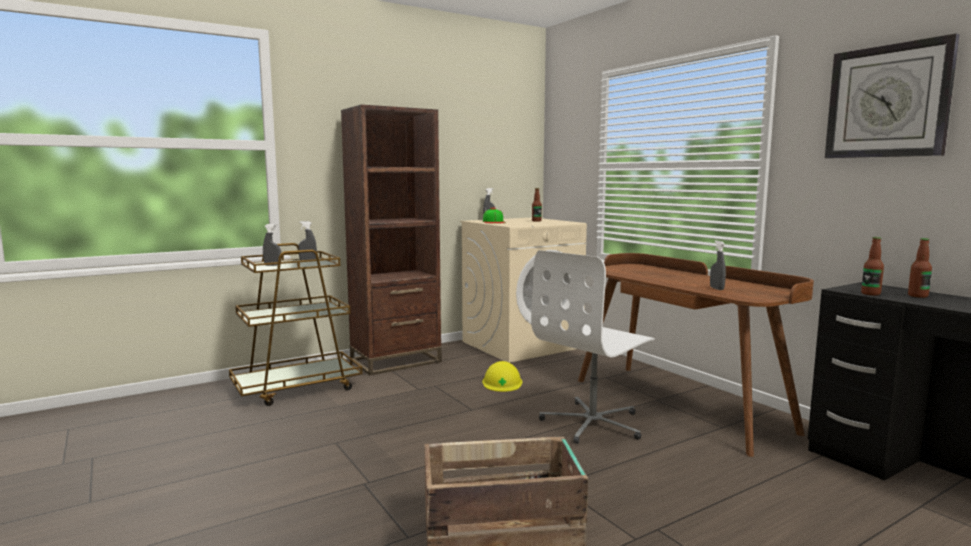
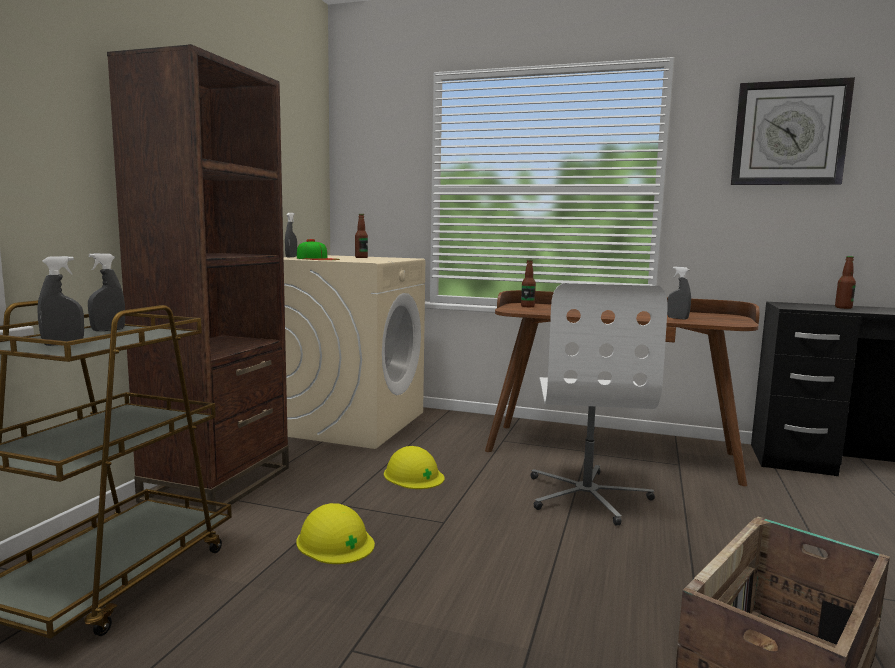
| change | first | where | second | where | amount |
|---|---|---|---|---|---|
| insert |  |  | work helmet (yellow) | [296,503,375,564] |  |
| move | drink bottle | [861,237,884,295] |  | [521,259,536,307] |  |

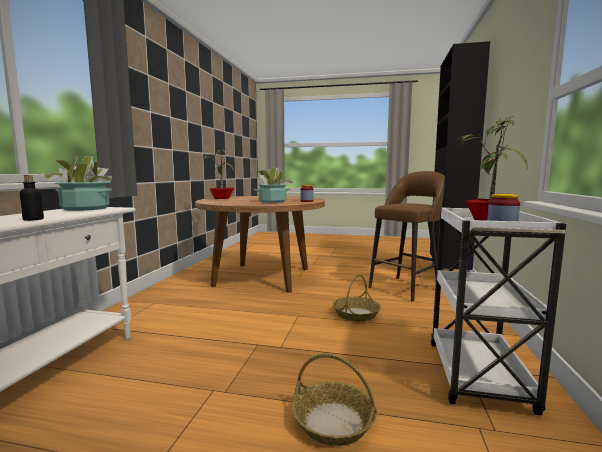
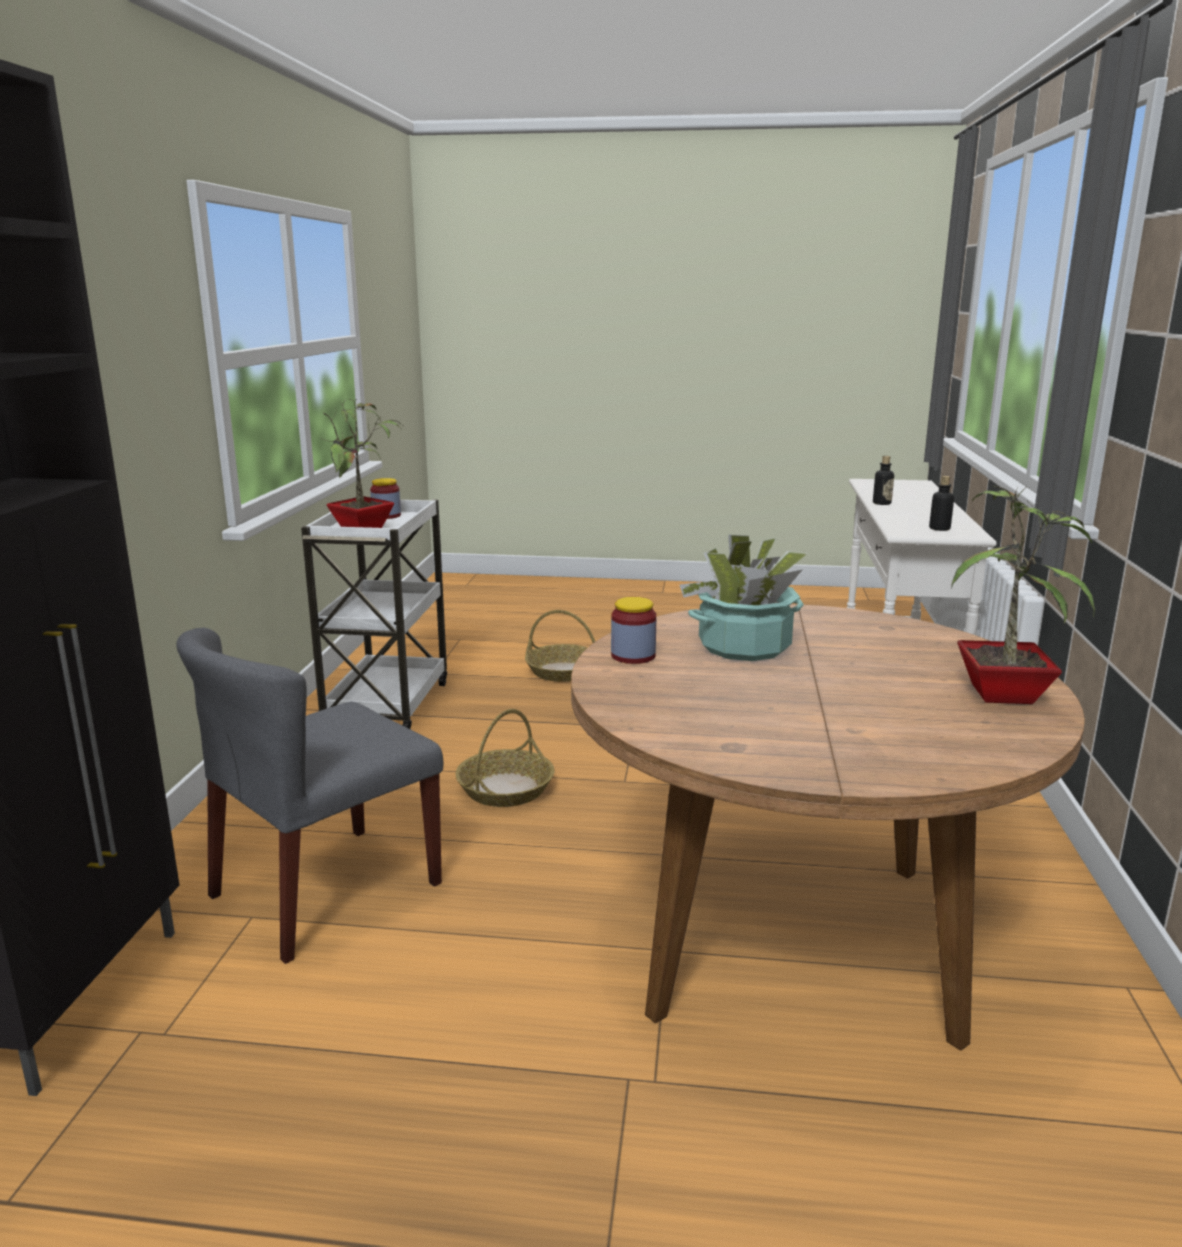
| change | first | where | second | where | amount |
|---|---|---|---|---|---|
| replace | houseplant | [39,156,112,211] | drink bottle | [929,476,954,531] |  |
| replace | stool seat (brown) | [368,171,445,302] | upright chair (gray) | [176,627,443,964] |  |

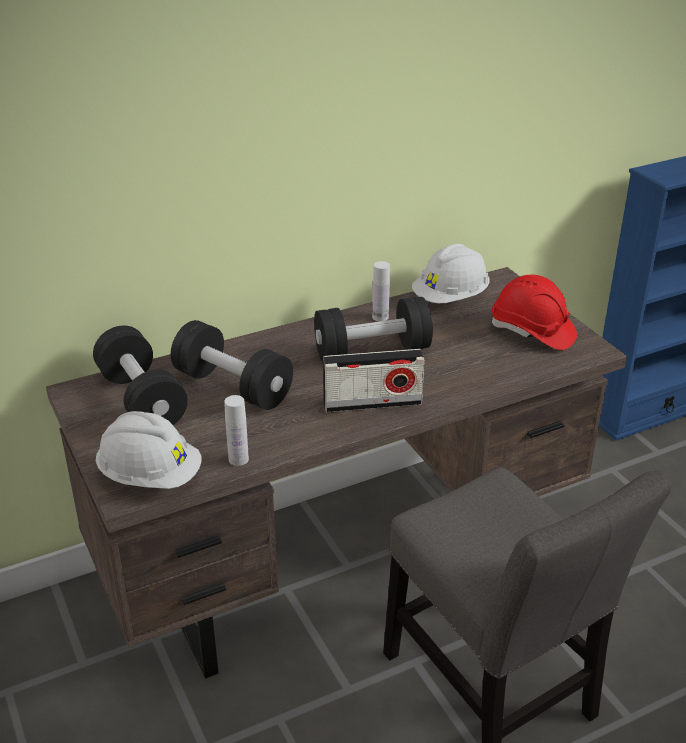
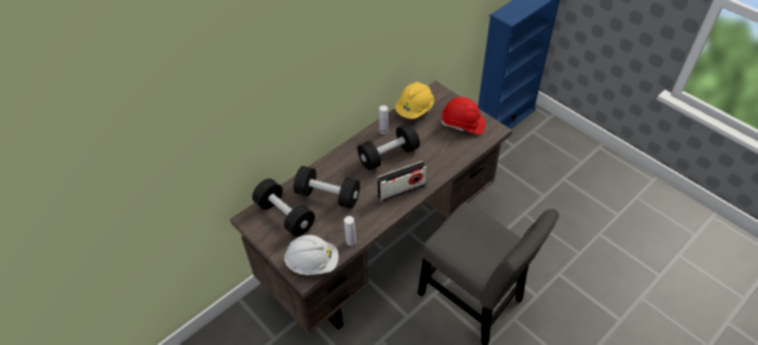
| change | first | where | second | where | amount |
|---|---|---|---|---|---|
| recolor | work helmet (whitish) | [412,244,490,303] | work helmet (yellow) | [395,82,434,119] |  |

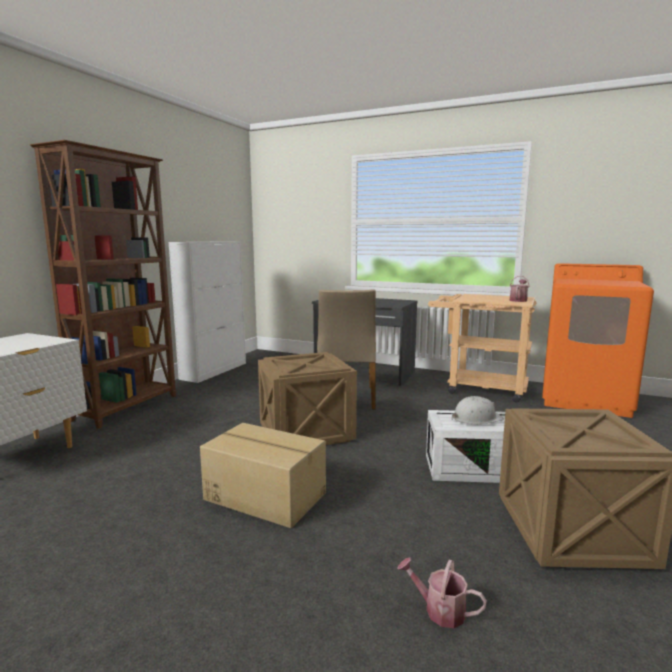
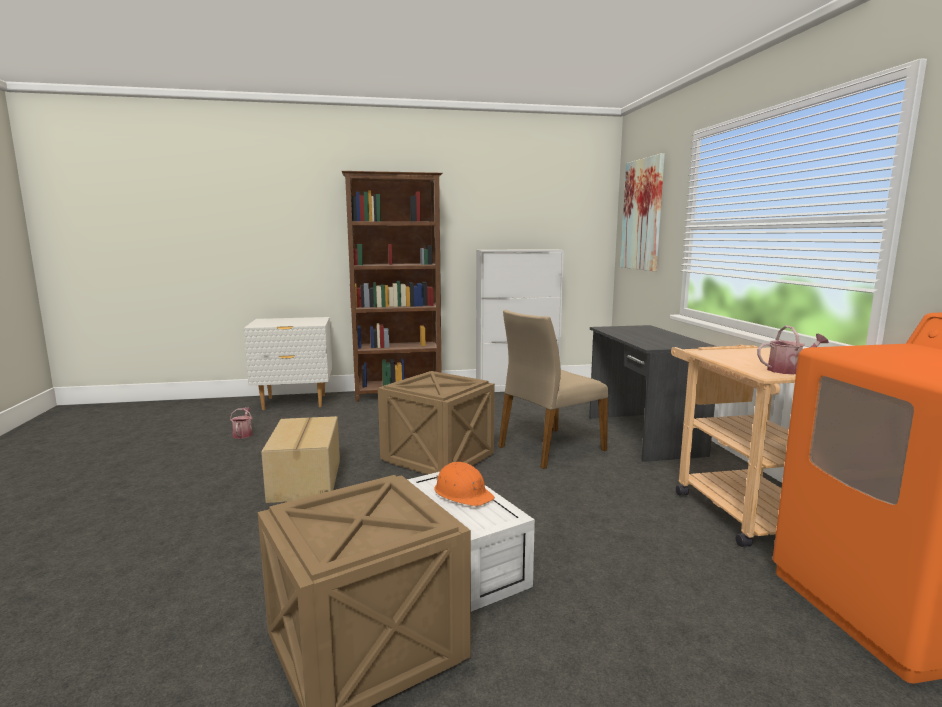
| change | first | where | second | where | amount |
|---|---|---|---|---|---|
| insert |  |  | wall picture | [620,153,665,271] |  |
| move | sprinkling can | [398,558,487,628] |  | [230,407,253,439] |  |
| recolor | work helmet (whitish) | [452,396,504,424] | work helmet (orangey) | [434,462,495,506] |  |

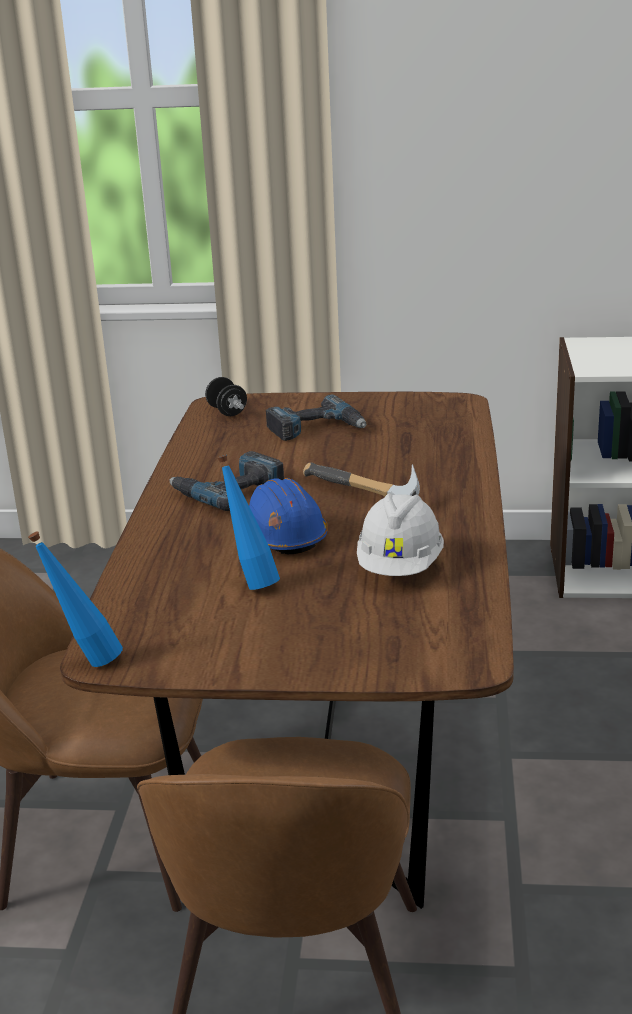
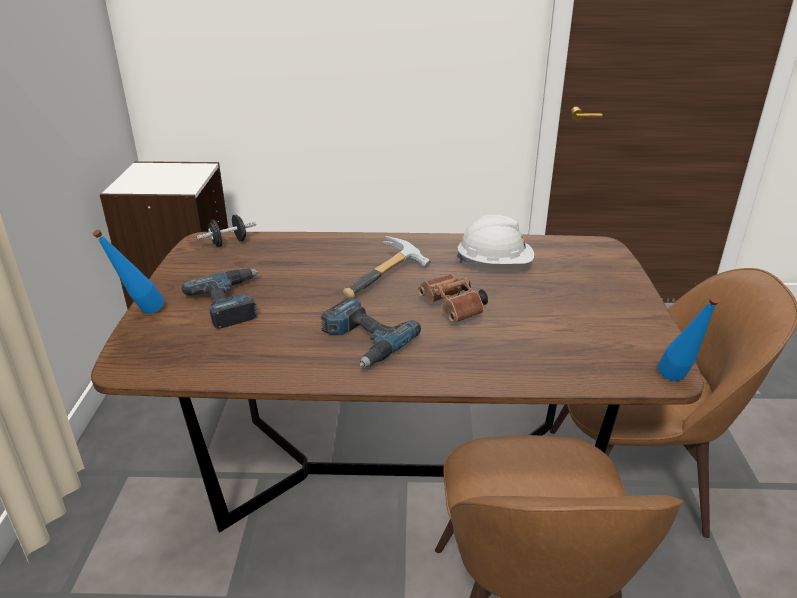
| change | first | where | second | where | amount |
|---|---|---|---|---|---|
| move | hand weight (black-coloured) | [205,377,247,416] |  | [197,214,256,247] |  |
| move | drink bottle (blue-coloured) | [218,455,280,590] |  | [93,230,165,314] |  |
| replace | work helmet (blue-coloured) | [249,478,328,554] | binoculars (brown) | [418,274,488,323] |  |

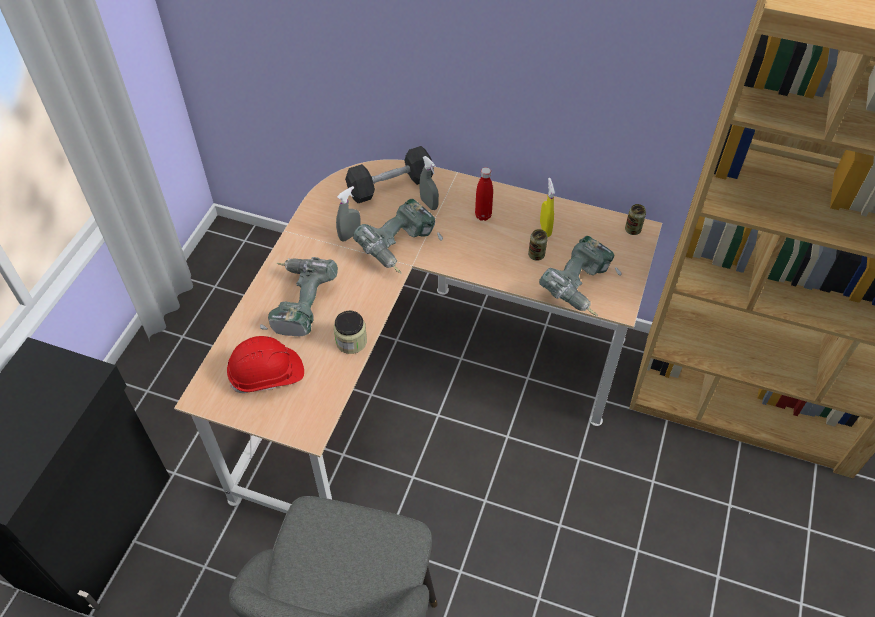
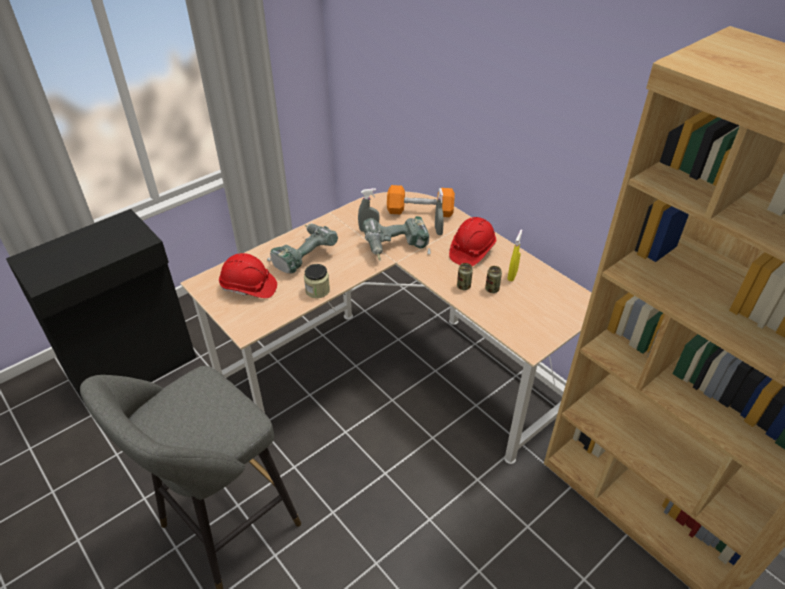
| change | first | where | second | where | amount |
|---|---|---|---|---|---|
| delete | power drill | [539,236,621,316] |  |  |  |
| move | can | [625,204,646,235] |  | [457,263,473,290] |  |
| replace | drink bottle (reddish) | [475,167,493,221] | work helmet (reddish) | [449,217,496,266] |  |
| recolor | hand weight (black-coloured) | [345,146,434,203] | hand weight (orangey) | [387,185,455,217] |  |

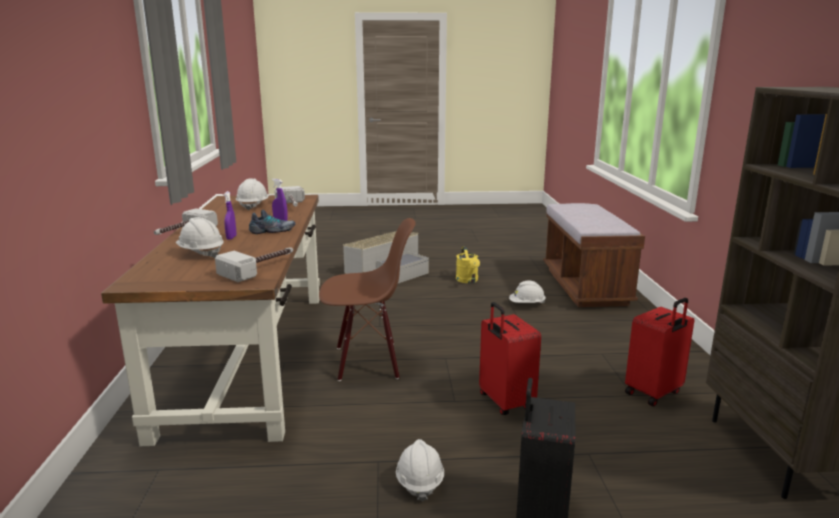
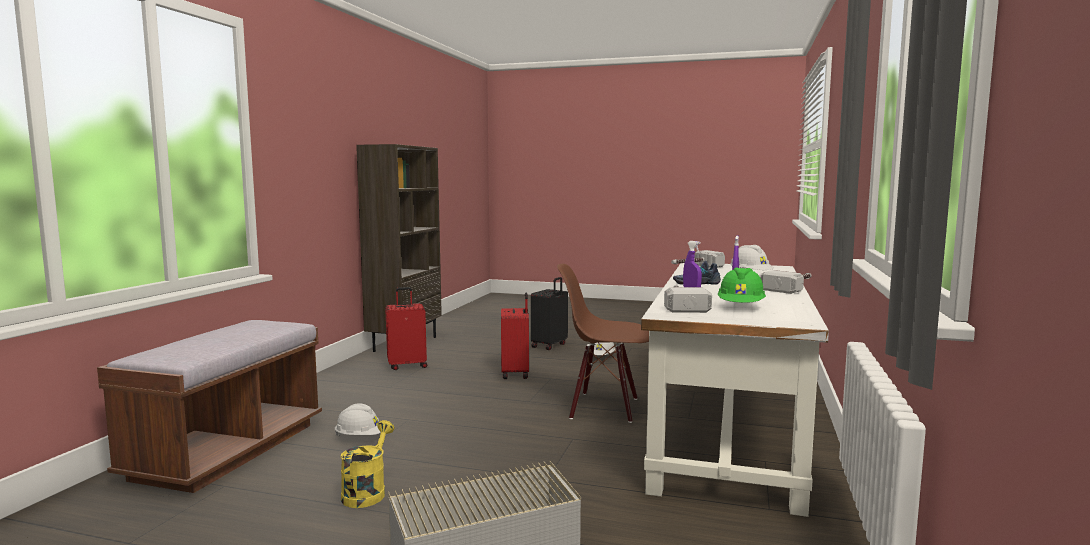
| change | first | where | second | where | amount |
|---|---|---|---|---|---|
| recolor | desk unit (brown) | [101,195,320,446] | desk unit (whitish) | [641,263,829,517] |  |
| recolor | work helmet (whitish) | [236,178,269,210] | work helmet (green) | [718,267,766,303] |  |

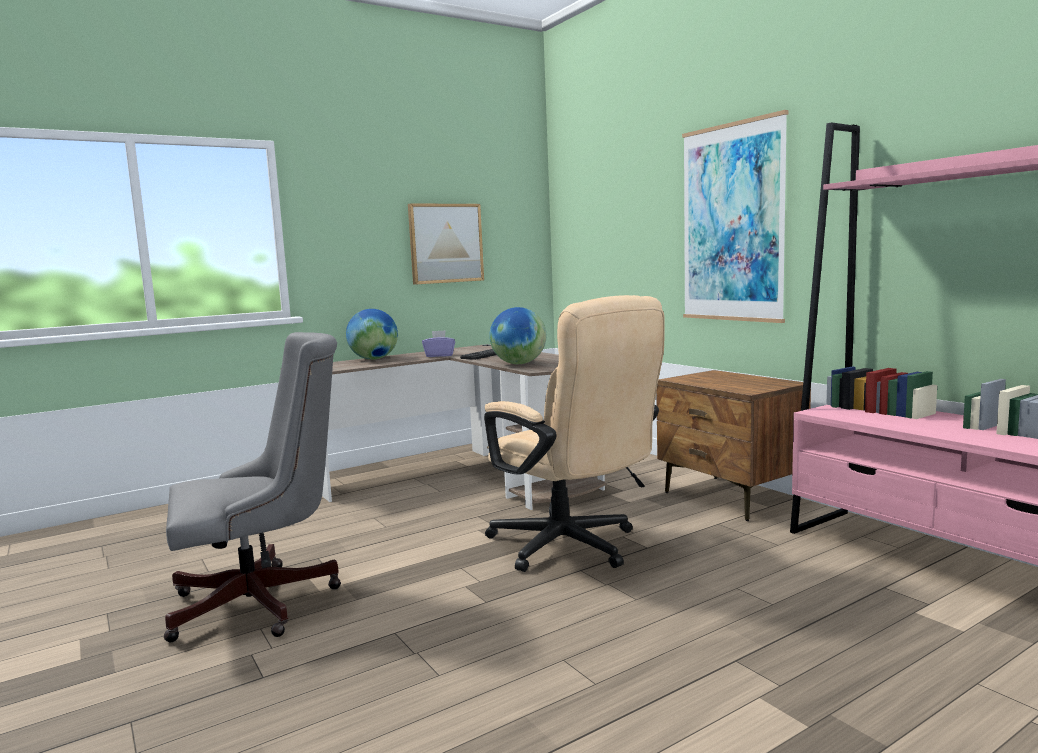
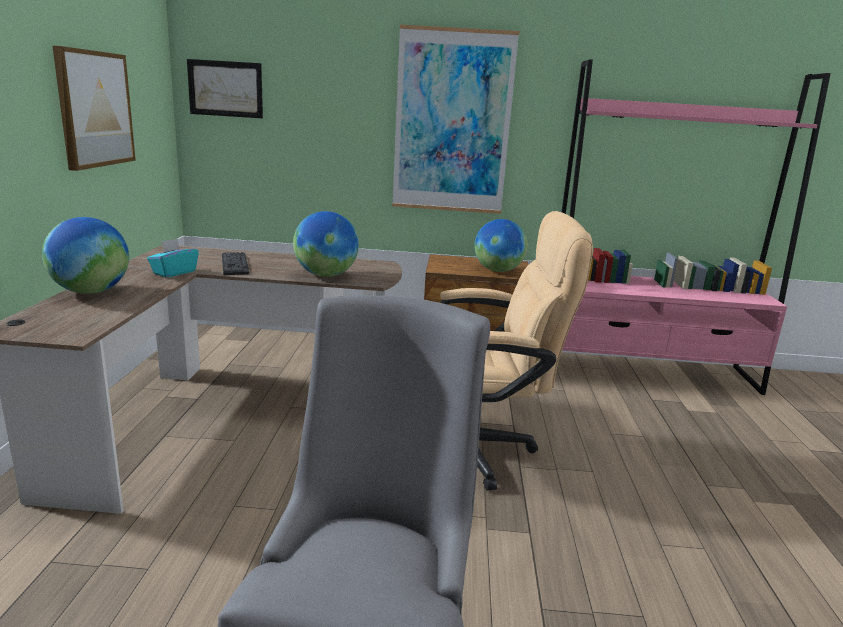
| change | first | where | second | where | amount |
|---|---|---|---|---|---|
| insert |  |  | wall picture | [187,59,263,118] |  |
| insert |  |  | desk globe | [474,219,528,272] |  |
| recolor | tissue holder (purple) | [422,330,455,357] | tissue holder (turquoise-coloured) | [147,238,199,277] |  |

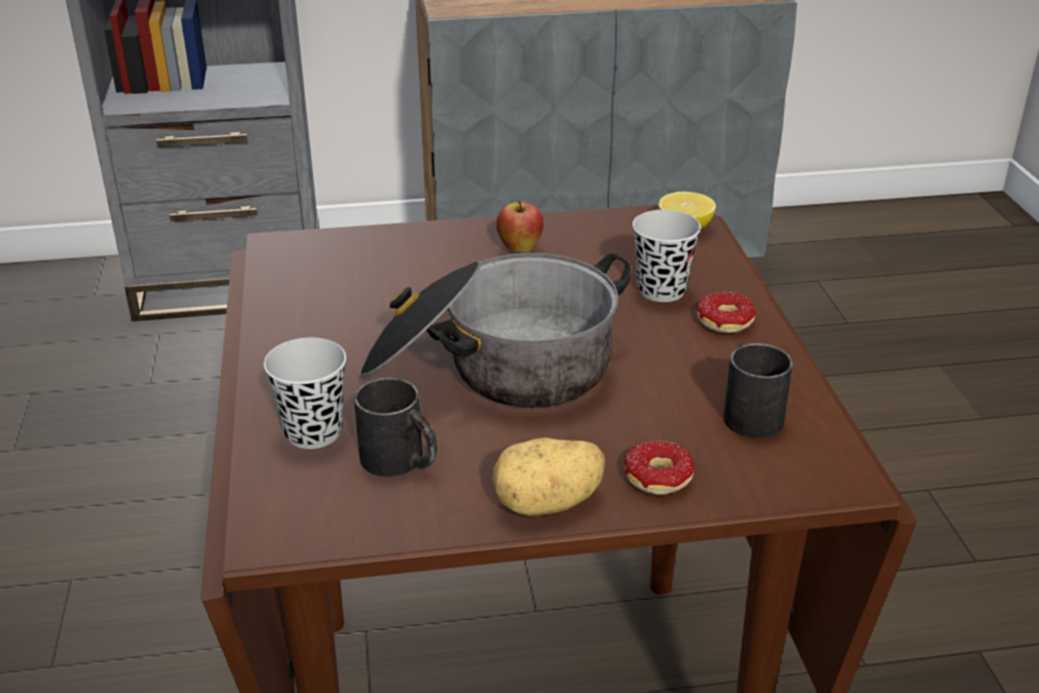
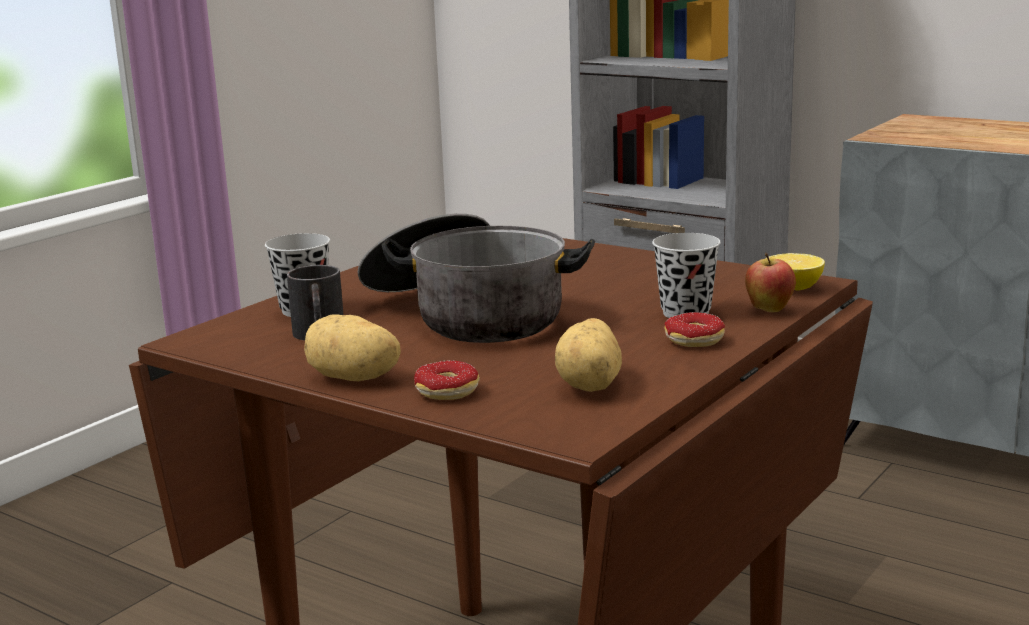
| change | first | where | second | where | amount |
|---|---|---|---|---|---|
| move | whole apple | [496,201,544,253] |  | [745,253,796,312] |  |
| replace | tea mug (black-coloured) | [723,343,793,438] | potato | [555,318,622,392] |  |

